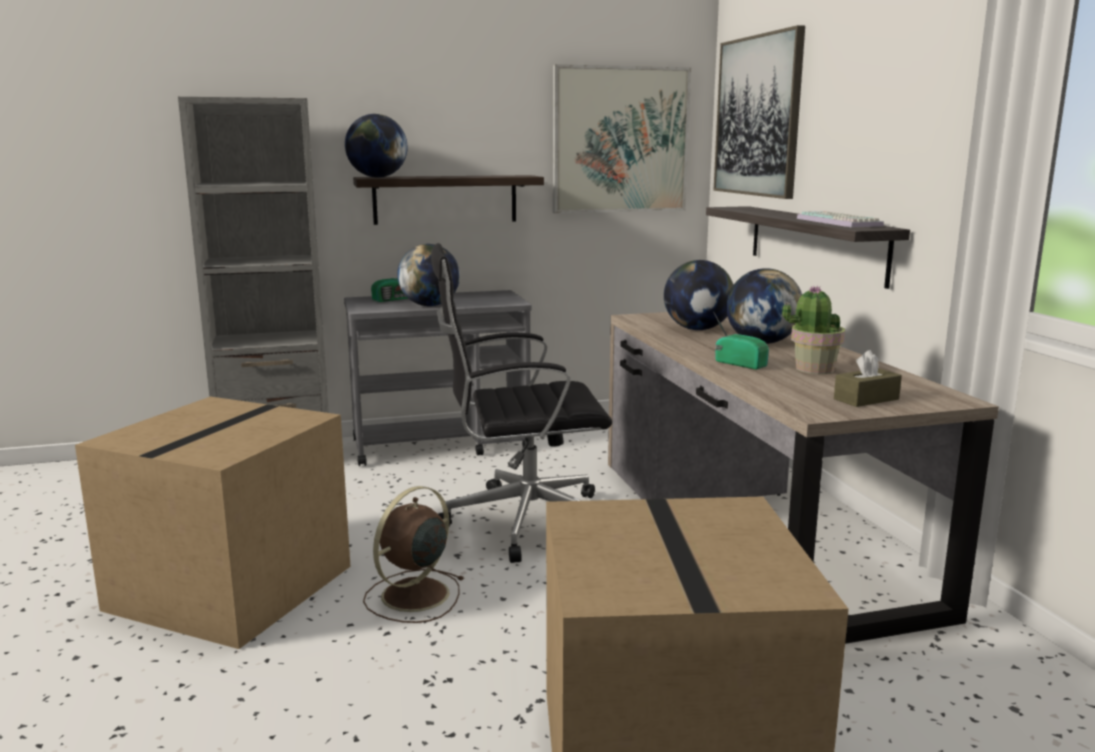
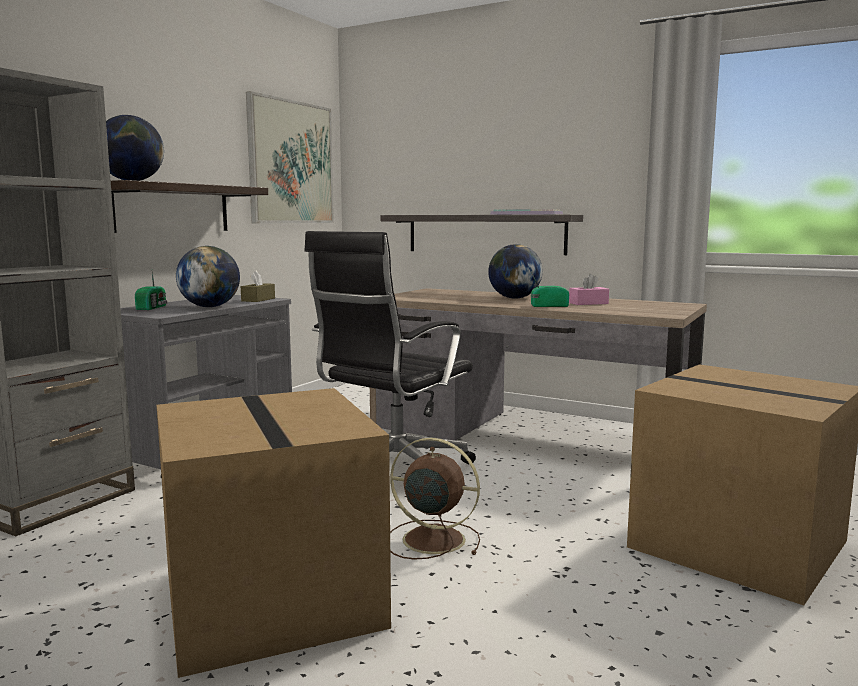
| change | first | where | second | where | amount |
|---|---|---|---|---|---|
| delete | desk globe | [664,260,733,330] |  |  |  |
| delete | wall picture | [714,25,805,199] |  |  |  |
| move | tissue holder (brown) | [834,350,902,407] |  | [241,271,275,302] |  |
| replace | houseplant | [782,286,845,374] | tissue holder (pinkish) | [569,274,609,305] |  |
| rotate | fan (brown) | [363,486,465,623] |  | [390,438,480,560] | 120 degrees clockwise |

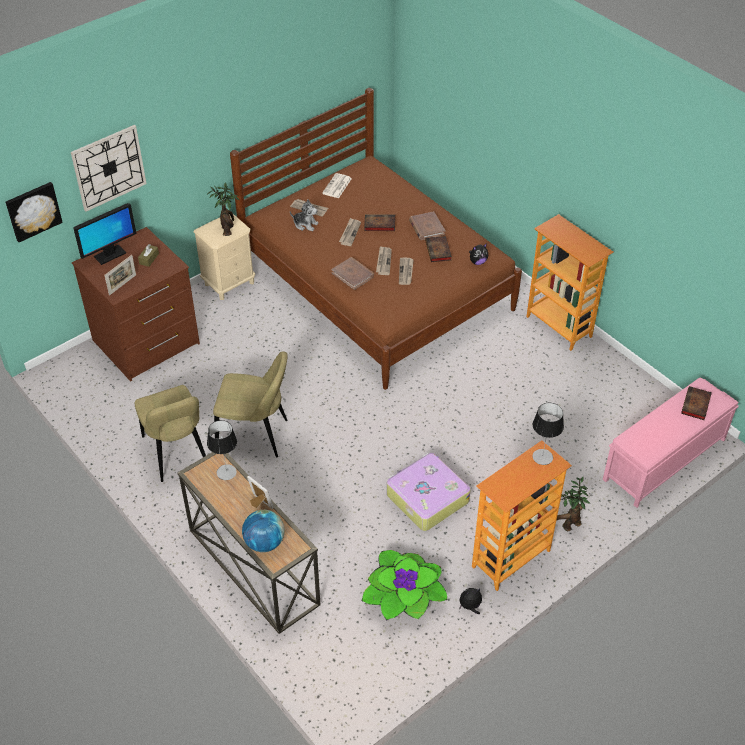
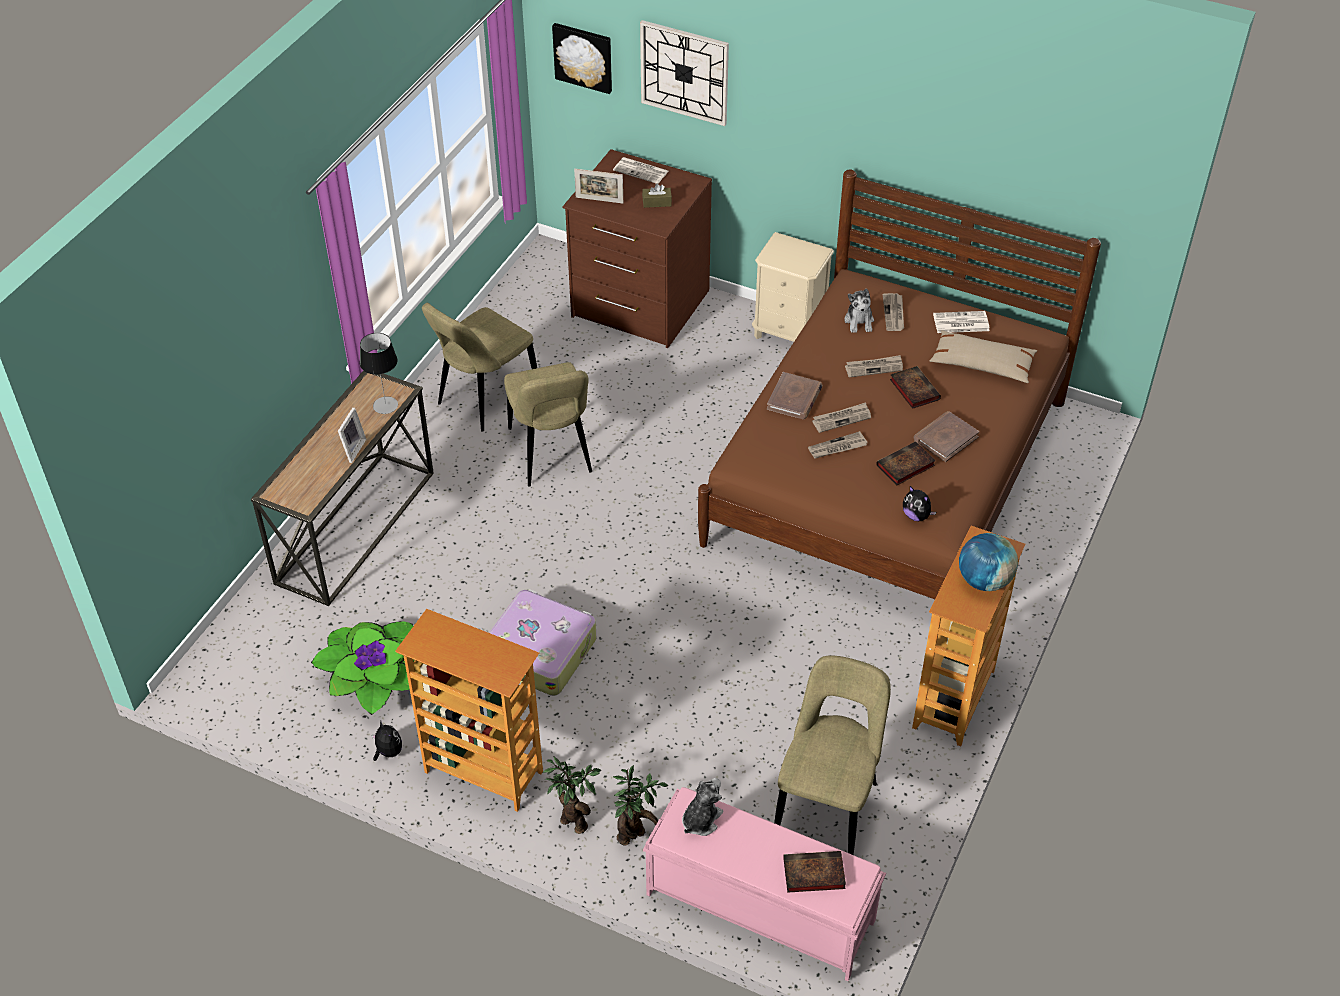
| change | first | where | second | where | amount |
|---|---|---|---|---|---|
| delete | table lamp | [533,403,564,465] |  |  |  |
| insert |  |  | soft toy | [682,778,723,836] |  |
| insert |  |  | upright chair (sand-coloured) | [774,655,891,855] |  |
| insert |  |  | pillow (sand-coloured) | [930,330,1037,383] |  |
| move | houseplant | [208,183,239,236] |  | [613,765,669,845] |  |
| move | desk globe | [242,510,285,552] |  | [959,533,1018,591] |  |
| replace | computer screen | [73,203,137,265] | printed paper | [613,157,668,184] |  |

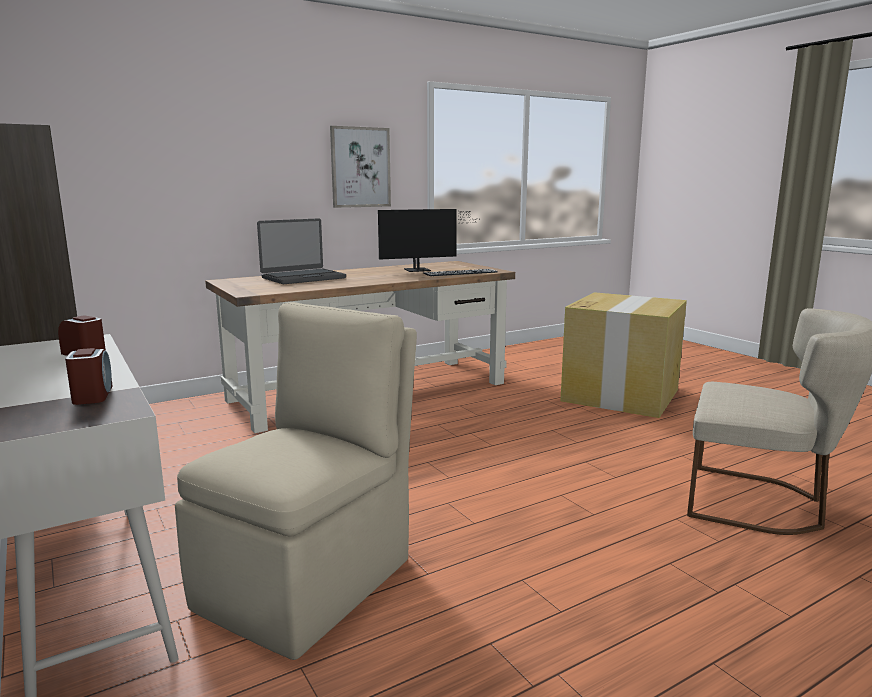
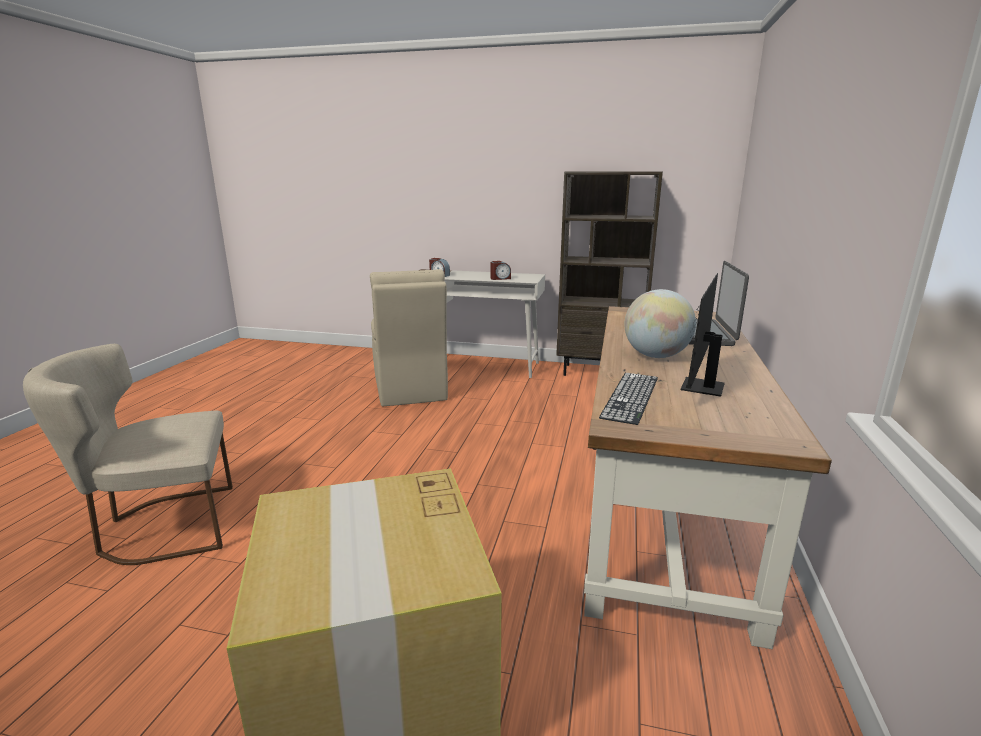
| change | first | where | second | where | amount |
|---|---|---|---|---|---|
| delete | wall picture | [330,126,391,208] |  |  |  |
| insert |  |  | desk globe | [624,289,696,358] |  |

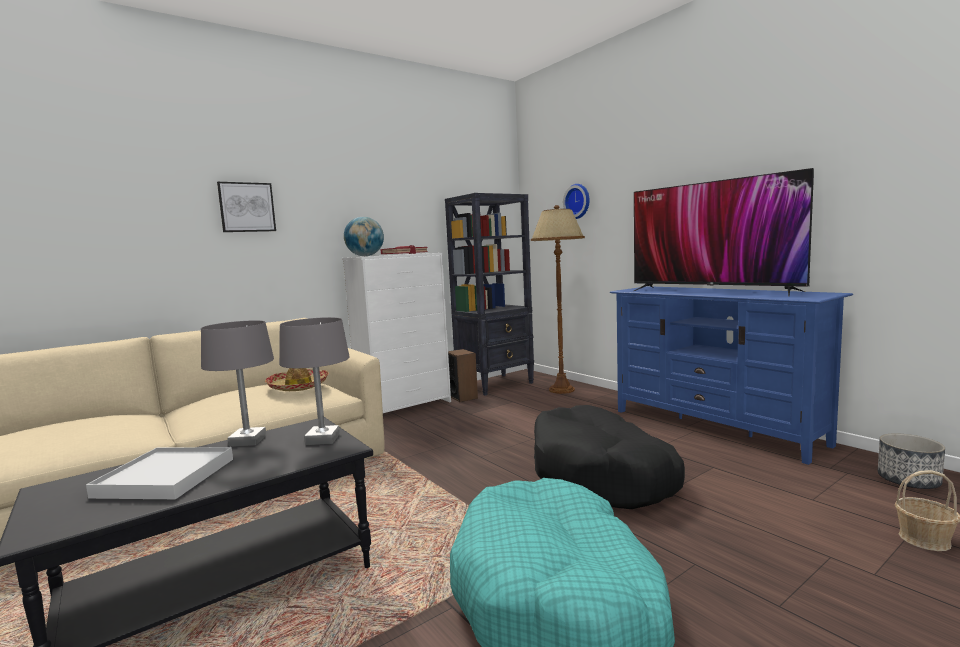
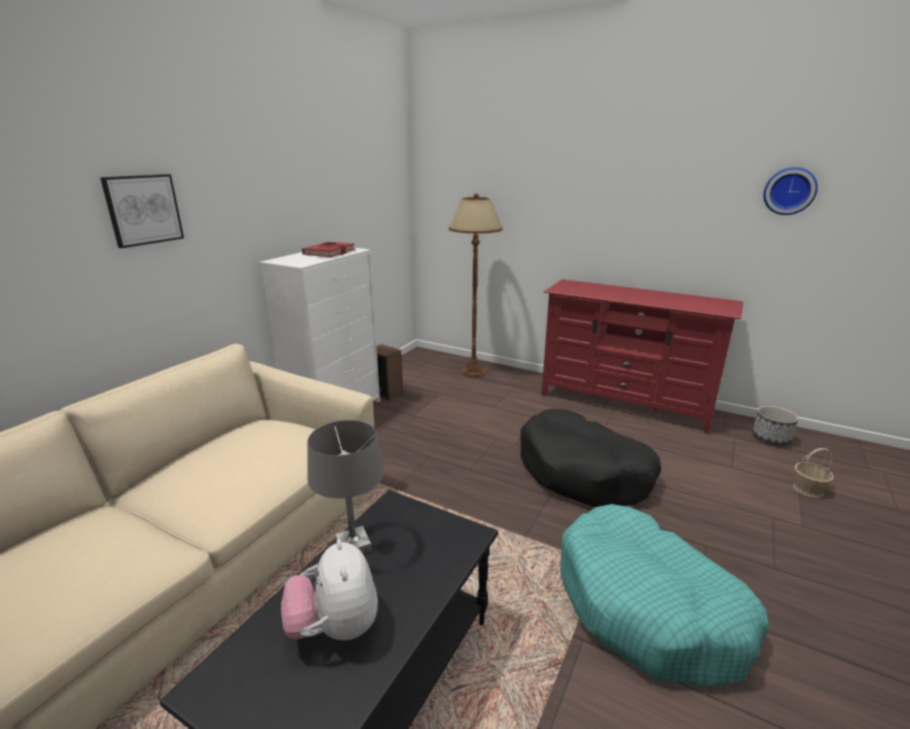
| change | first | where | second | where | amount |
|---|---|---|---|---|---|
| delete | wearable hat | [265,368,329,391] |  |  |  |
| delete | table lamp (gray) | [279,317,350,445] |  |  |  |
| delete | desk globe | [344,217,384,256] |  |  |  |
| delete | bookshelf (black-coloured) | [445,193,534,396] |  |  |  |
| delete | TV set | [634,168,814,296] |  |  |  |
| move | hanging clock | [563,184,590,219] |  | [763,167,818,215] |  |
| replace | carrying tray (whitish) | [86,447,233,499] | soft toy | [281,539,378,640] |  |
| recolor | tv unit (blue-coloured) | [610,286,853,465] | tv unit (reddish) | [542,279,743,434] |  |

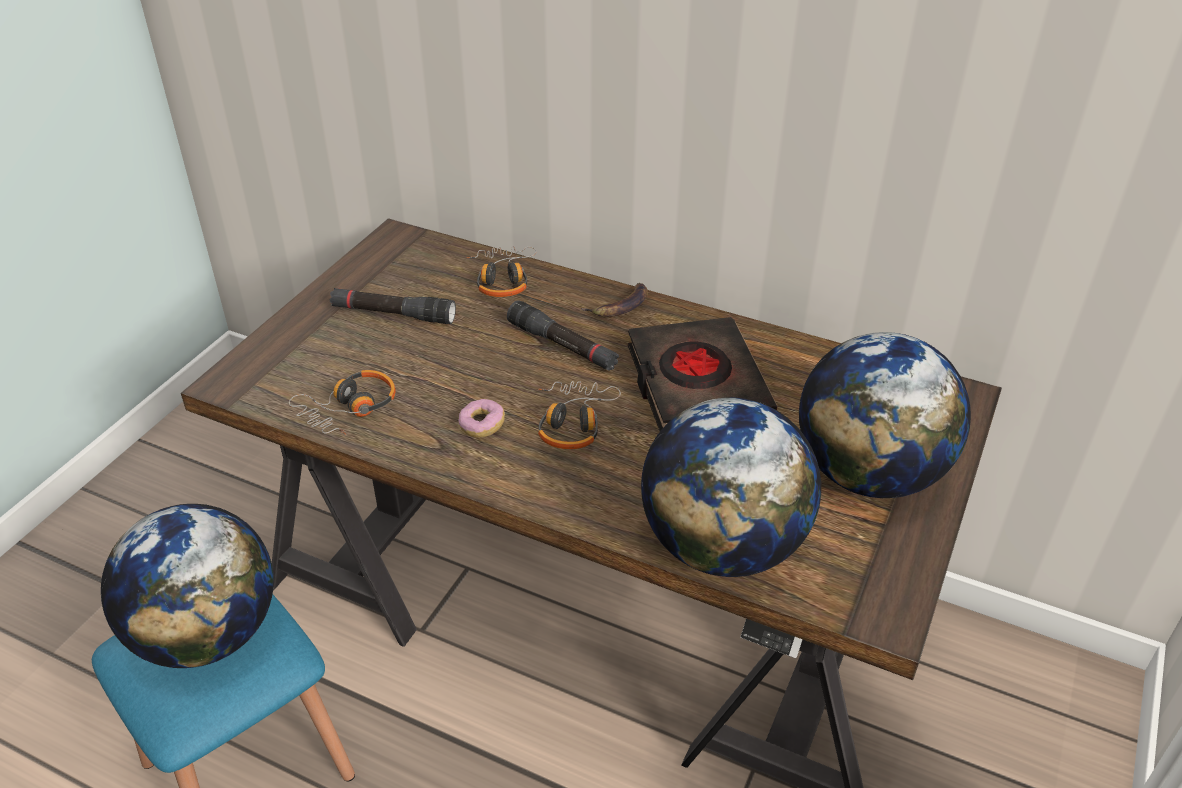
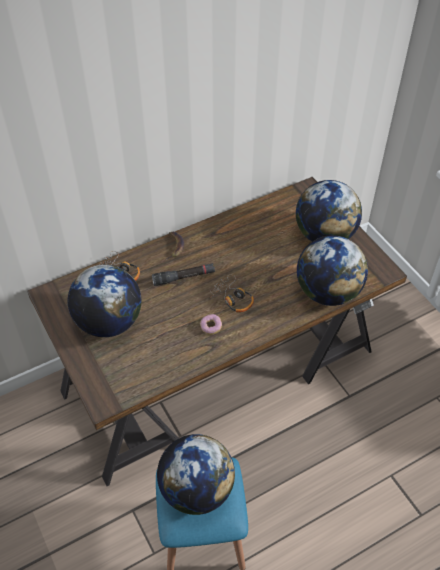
| change | first | where | second | where | amount |
|---|---|---|---|---|---|
| delete | headphones | [289,370,396,435] |  |  |  |
| delete | bound book (black-coloured) | [628,317,777,431] |  |  |  |
| replace | hand torch (black-coloured) | [330,288,456,324] | desk globe | [68,264,141,337] |  |

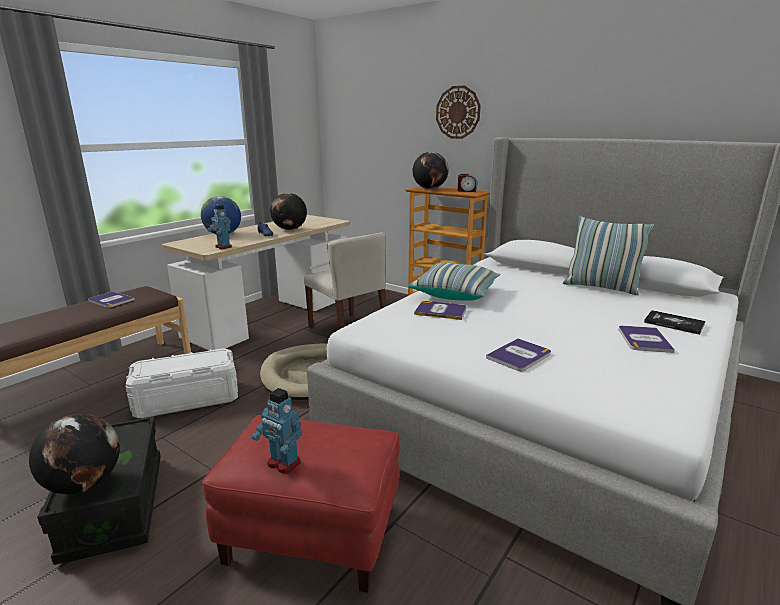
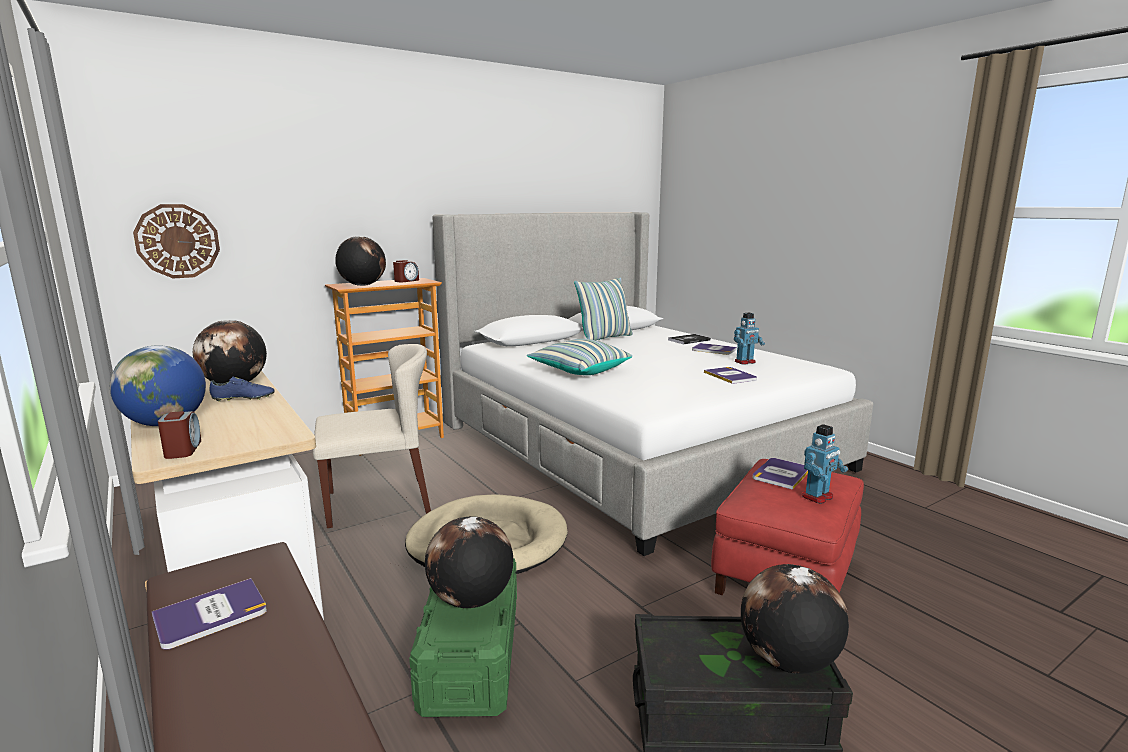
| change | first | where | second | where | amount |
|---|---|---|---|---|---|
| insert |  |  | alarm clock | [158,411,201,459] |  |
| insert |  |  | desk globe | [425,516,513,608] |  |
| move | toy robot | [207,204,232,249] |  | [734,313,765,365] |  |
| move | bound book | [414,301,467,320] |  | [752,458,808,490] |  |
| move | hanging clock | [436,86,481,139] |  | [133,204,220,278] |  |
| recolor | storage bin (whitish) | [125,348,238,418] | storage bin (green) | [409,558,517,717] |  |

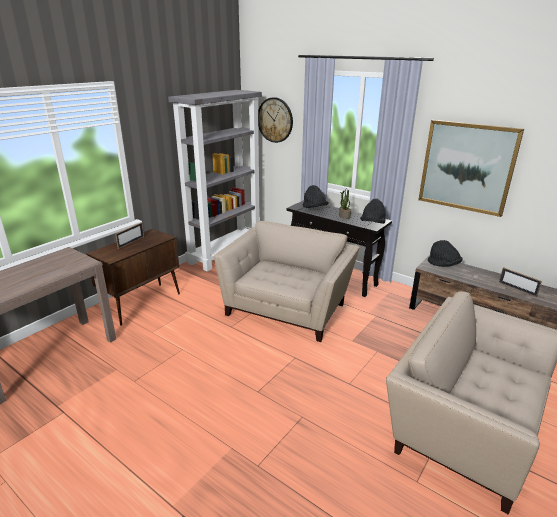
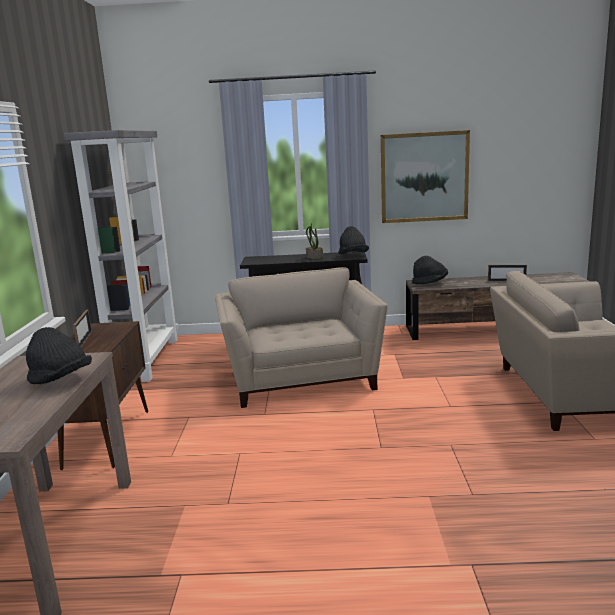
| change | first | where | second | where | amount |
|---|---|---|---|---|---|
| delete | hanging clock | [258,97,293,143] |  |  |  |
| move | wearable hat (black-coloured) | [303,185,328,208] |  | [26,327,92,384] |  |

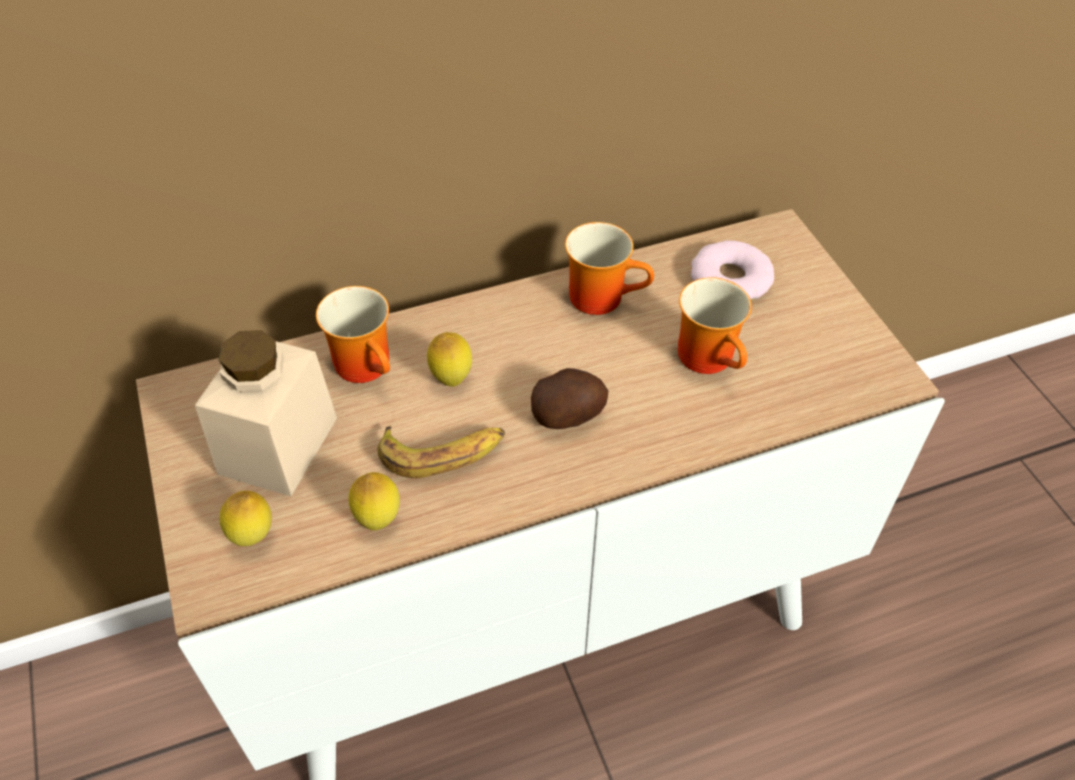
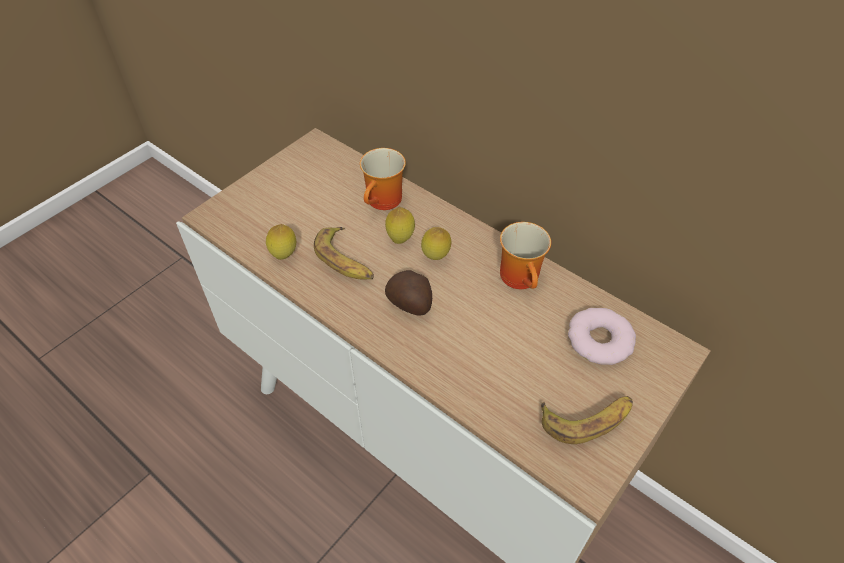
| change | first | where | second | where | amount |
|---|---|---|---|---|---|
| delete | preserve jar (sand-coloured) | [195,330,337,496] |  |  |  |
| delete | tea mug | [678,277,752,374] |  |  |  |
| insert |  |  | banana fruit | [541,396,633,444] |  |
| move | whole lemon | [220,491,272,546] |  | [421,227,451,260] |  |

